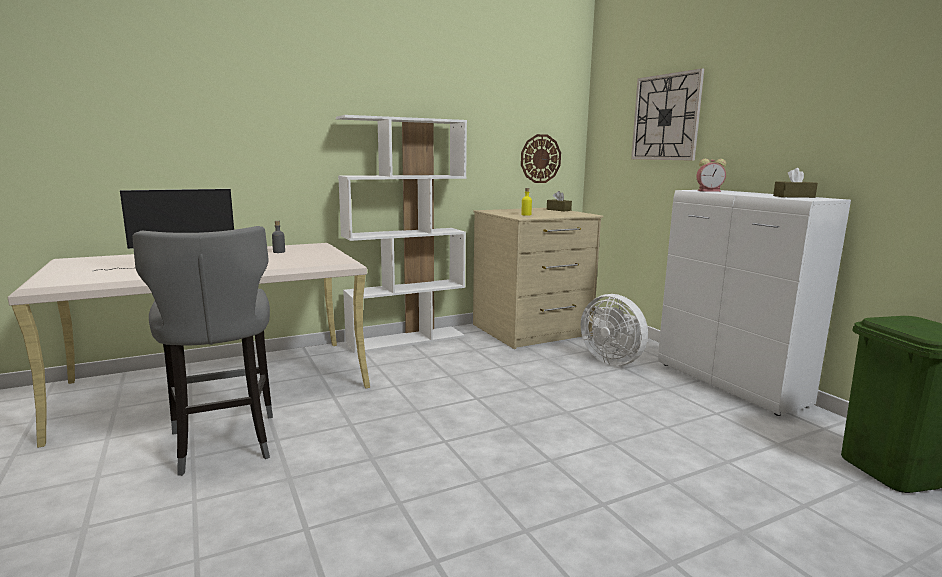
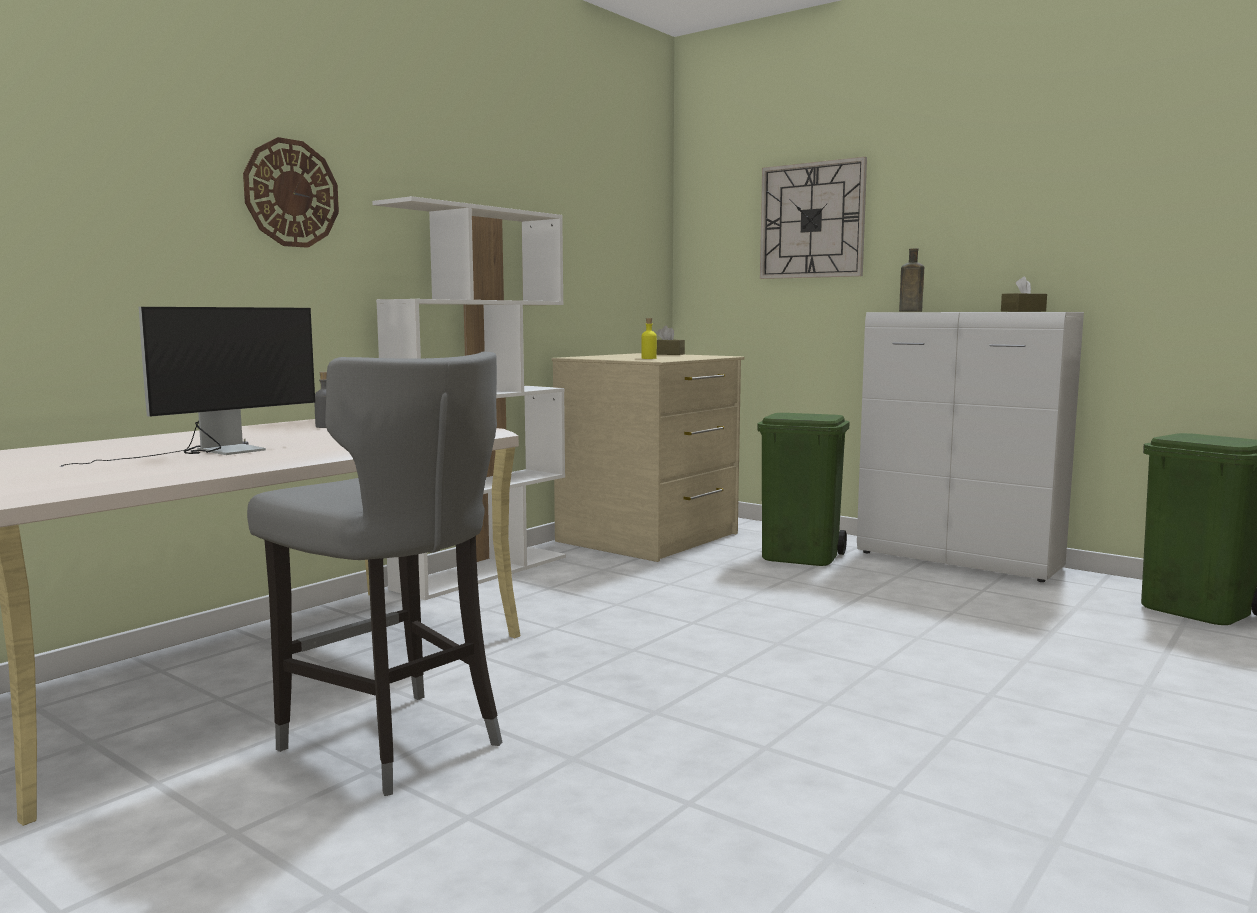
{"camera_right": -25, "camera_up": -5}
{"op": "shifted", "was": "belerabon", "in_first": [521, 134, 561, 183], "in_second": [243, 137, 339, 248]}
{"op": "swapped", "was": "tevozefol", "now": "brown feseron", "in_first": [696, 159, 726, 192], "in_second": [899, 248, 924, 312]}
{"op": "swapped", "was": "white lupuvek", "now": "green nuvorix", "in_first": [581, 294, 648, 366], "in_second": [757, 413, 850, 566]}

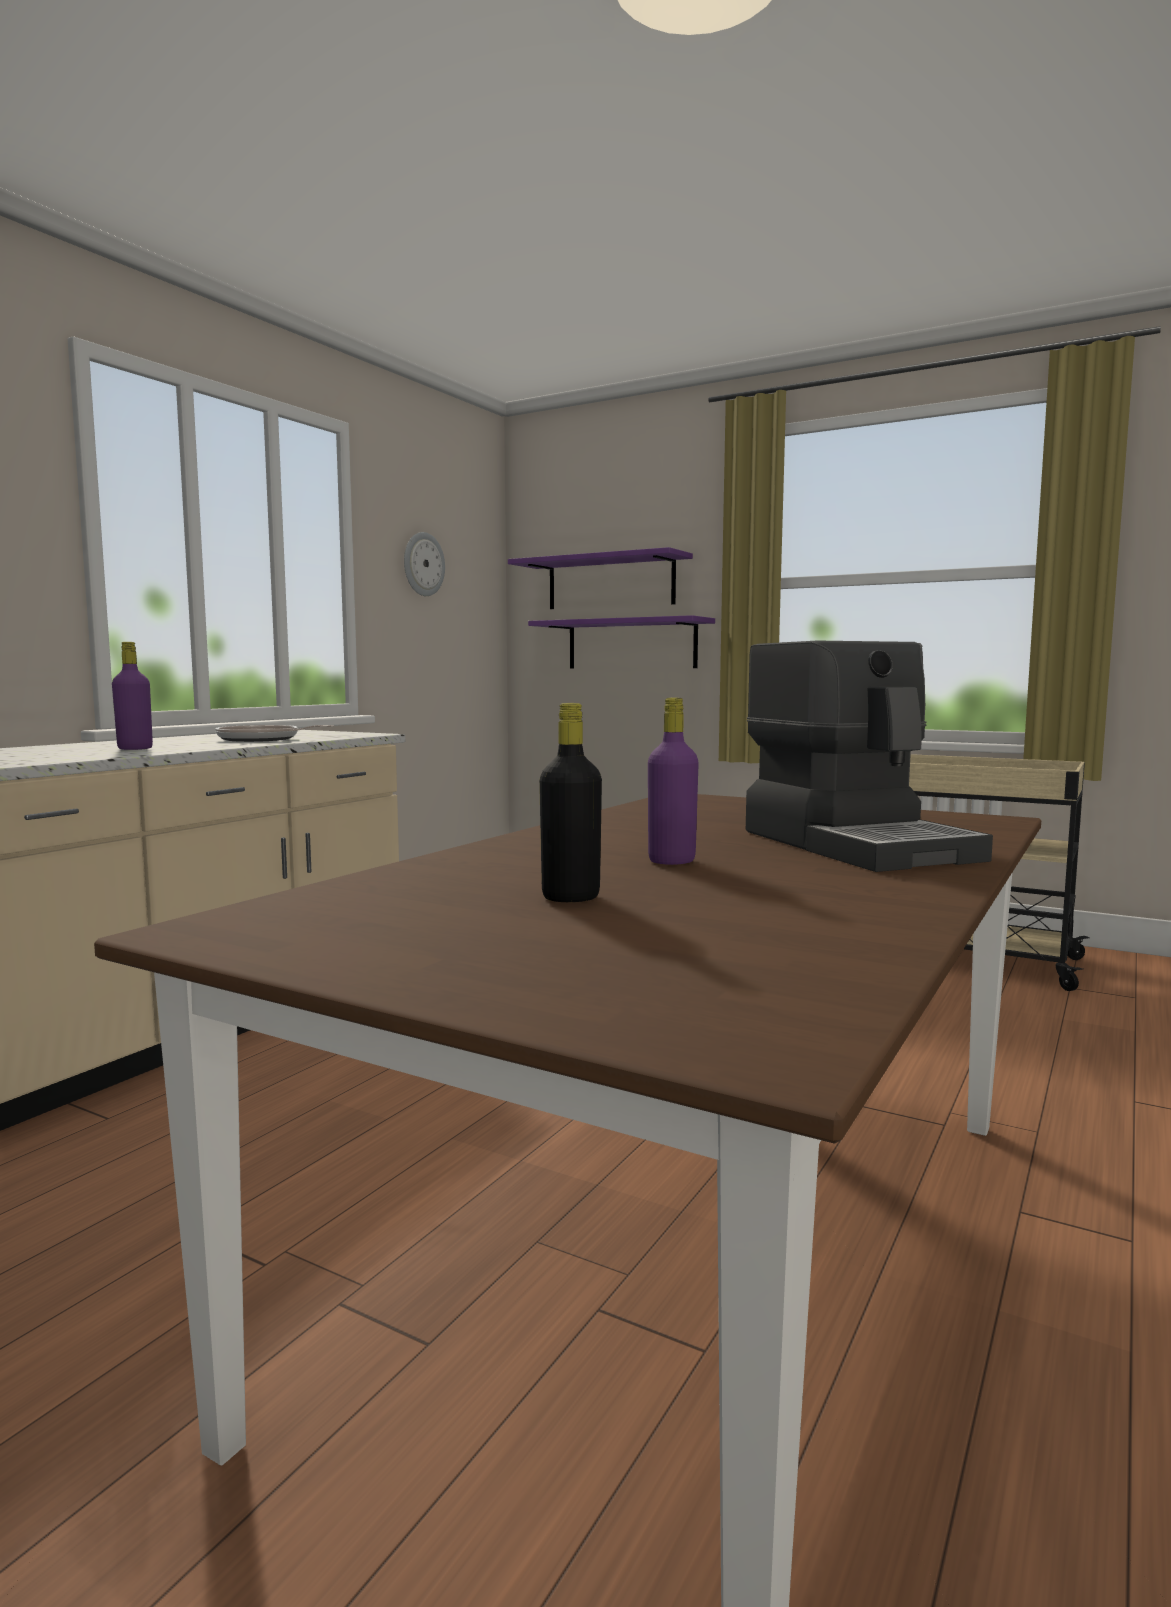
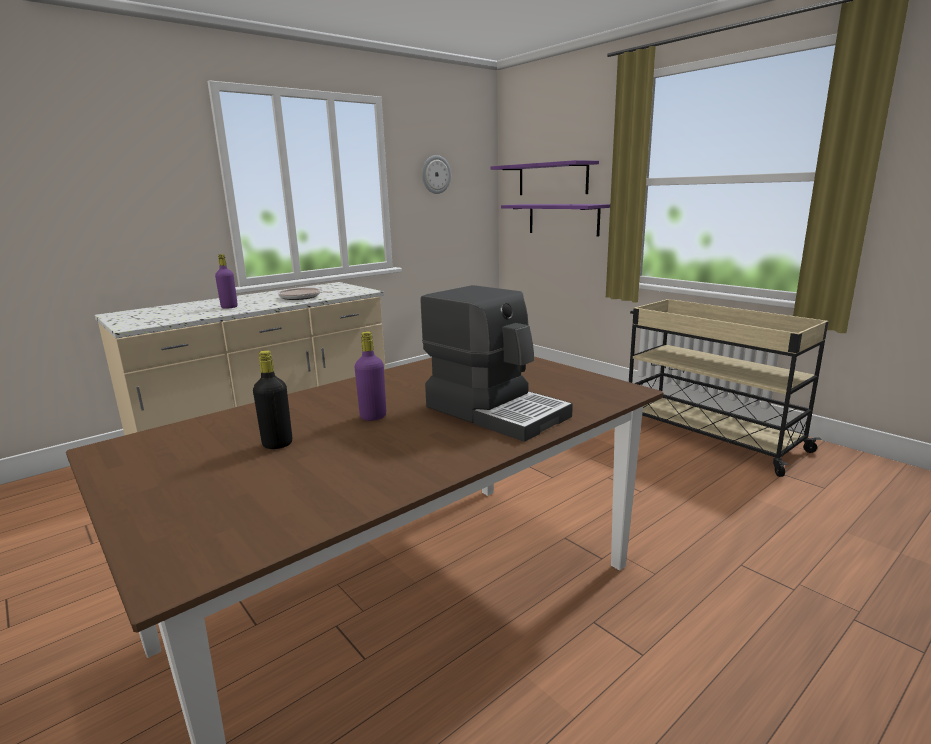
{"camera_right": 20, "camera_up": 10}
{"op": "rotated", "was": "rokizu", "in_first": [746, 641, 993, 872], "in_second": [421, 285, 573, 442], "clockwise": -45}

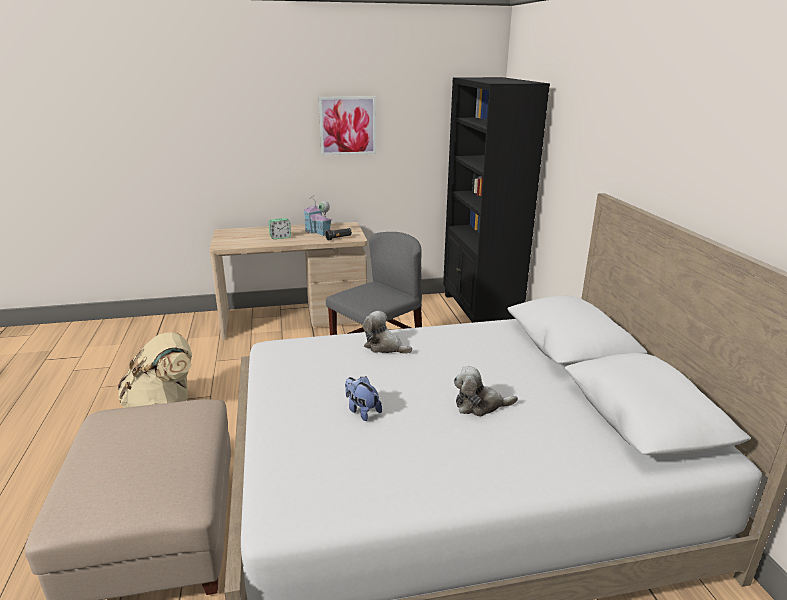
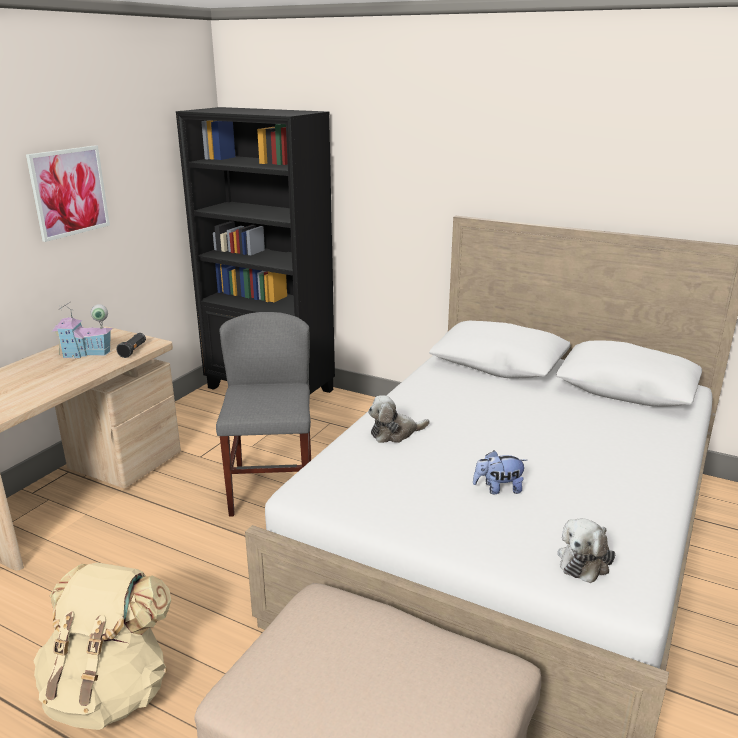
{"camera_right": -50, "camera_up": 0}
{"op": "gone", "was": "tevozefol", "in_first": [269, 218, 291, 239]}
{"op": "shifted", "was": "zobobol", "in_first": [453, 366, 518, 417], "in_second": [557, 518, 615, 583]}

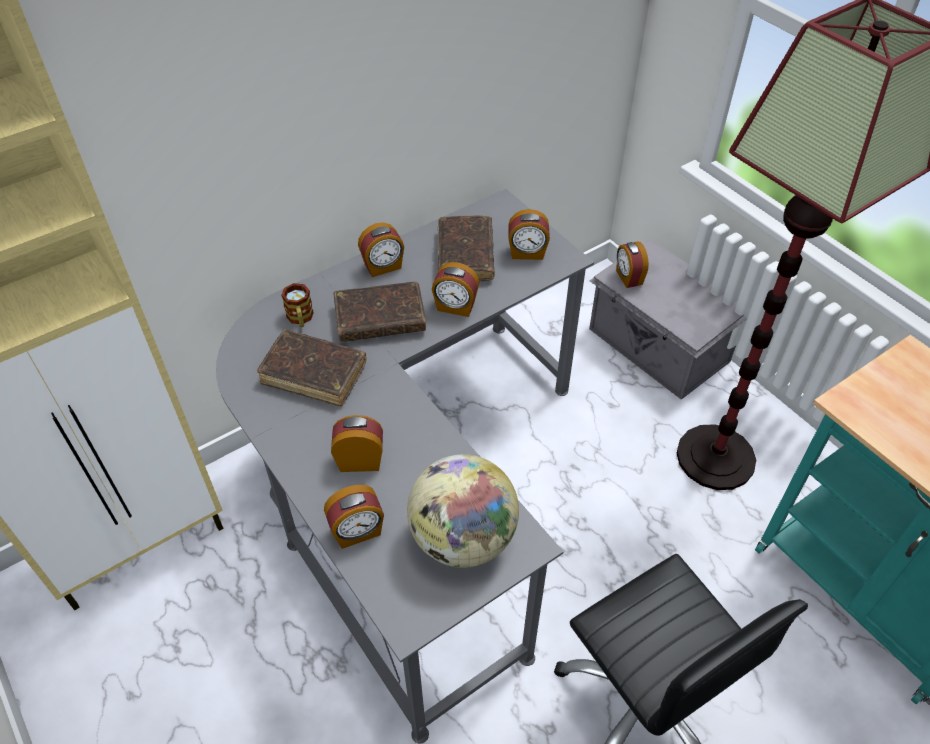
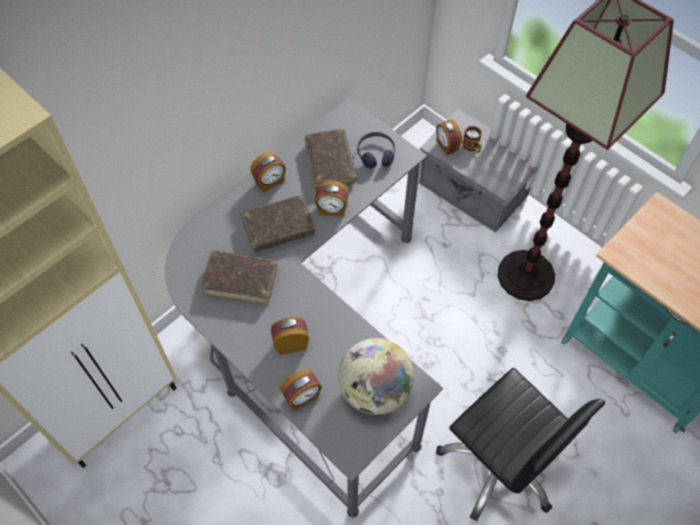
{"camera_right": -10, "camera_up": 10}
{"op": "swapped", "was": "tevozefol", "now": "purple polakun", "in_first": [508, 209, 550, 260], "in_second": [357, 132, 395, 169]}
{"op": "shifted", "was": "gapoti", "in_first": [281, 283, 314, 327], "in_second": [462, 126, 482, 153]}

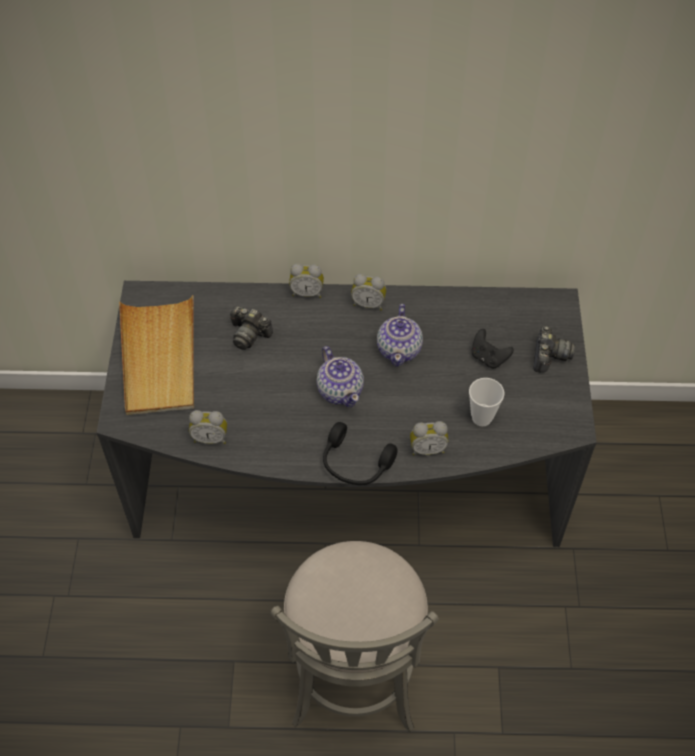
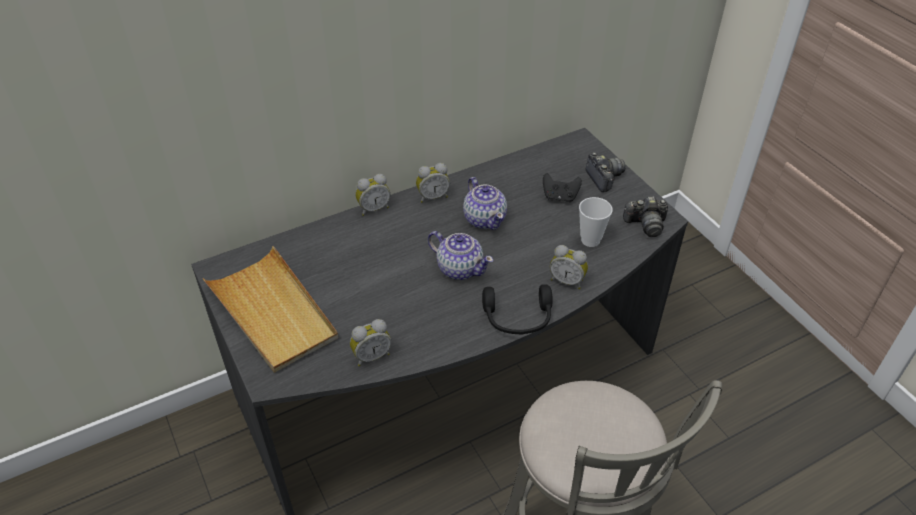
{"camera_right": -30, "camera_up": -10}
{"op": "shifted", "was": "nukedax", "in_first": [230, 306, 273, 350], "in_second": [623, 196, 668, 237]}
{"op": "rotated", "was": "tevozefol", "in_first": [410, 421, 449, 456], "in_second": [550, 245, 588, 290], "clockwise": 60}

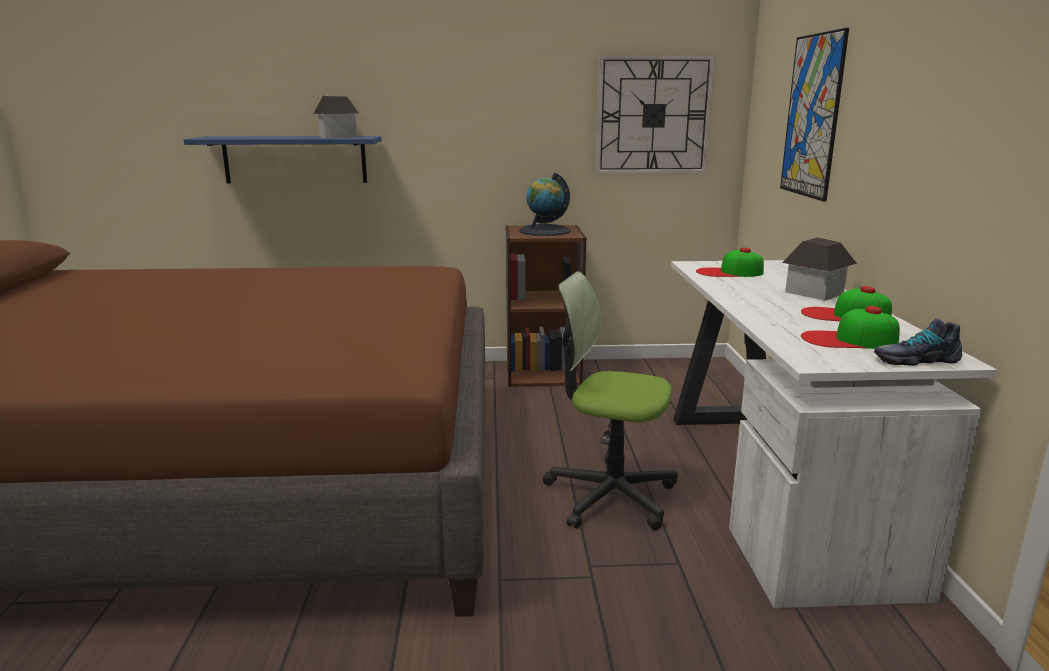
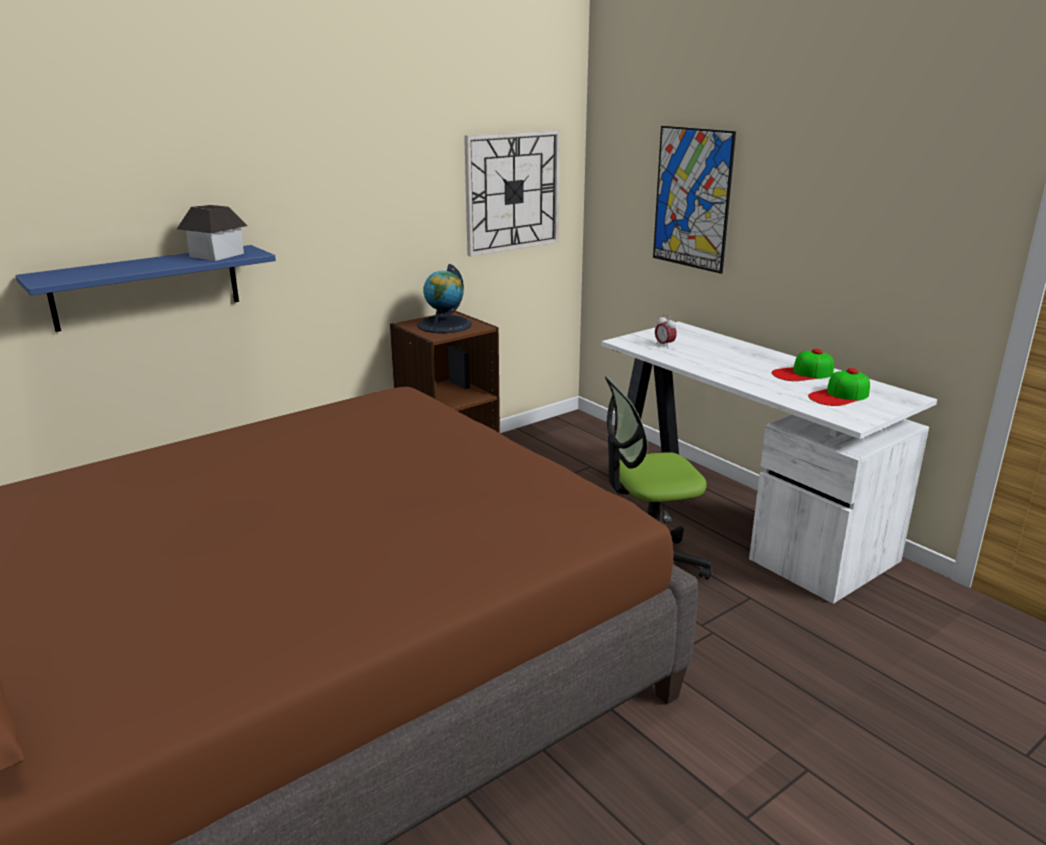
{"camera_right": -35, "camera_up": 5}
{"op": "gone", "was": "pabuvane", "in_first": [782, 237, 857, 300]}
{"op": "swapped", "was": "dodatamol", "now": "tevozefol", "in_first": [696, 248, 764, 277], "in_second": [655, 314, 677, 348]}
{"op": "gone", "was": "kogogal", "in_first": [874, 319, 962, 366]}

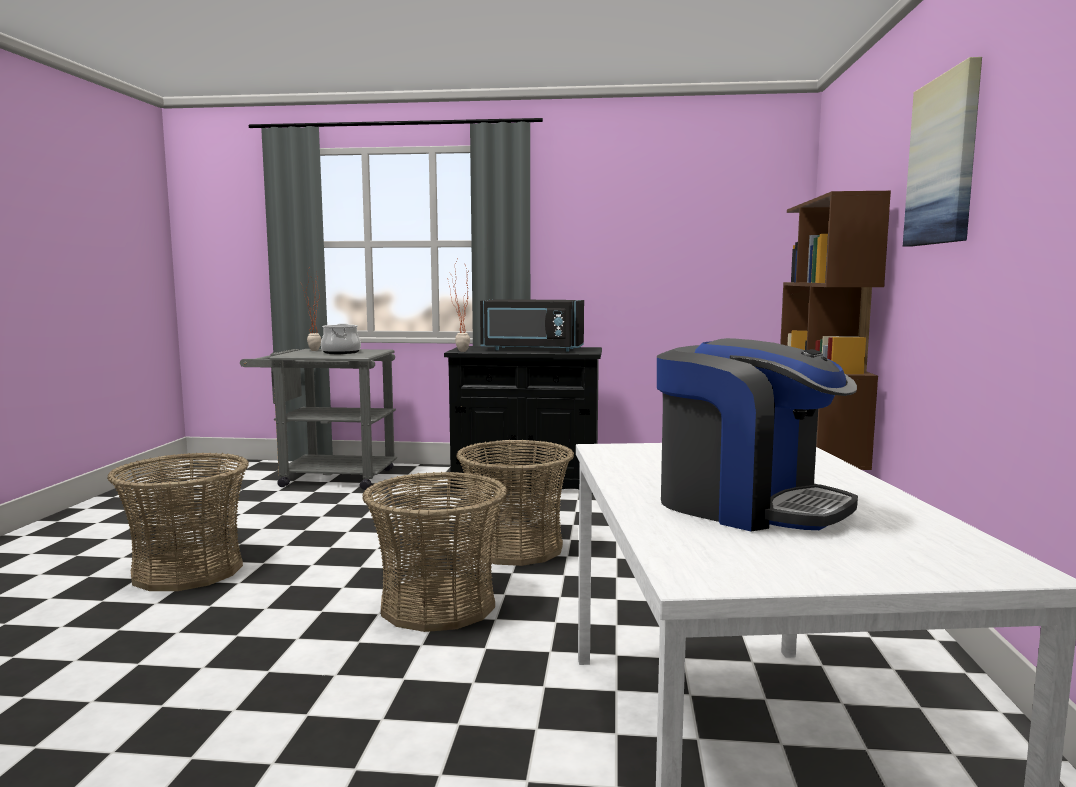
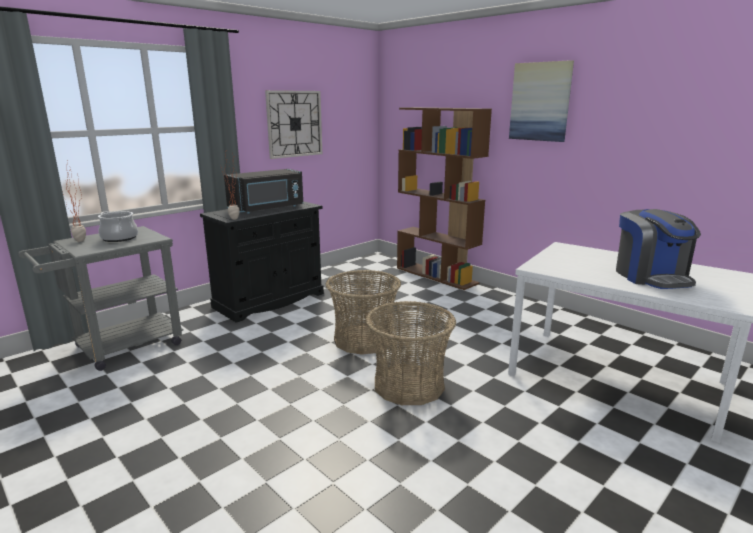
{"camera_right": -50, "camera_up": 10}
{"op": "rotated", "was": "rokizu", "in_first": [657, 338, 858, 532], "in_second": [616, 209, 701, 289], "clockwise": 90}
{"op": "gone", "was": "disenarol", "in_first": [107, 452, 249, 591]}
{"op": "new", "now": "belerabon", "in_second": [265, 90, 322, 159]}

